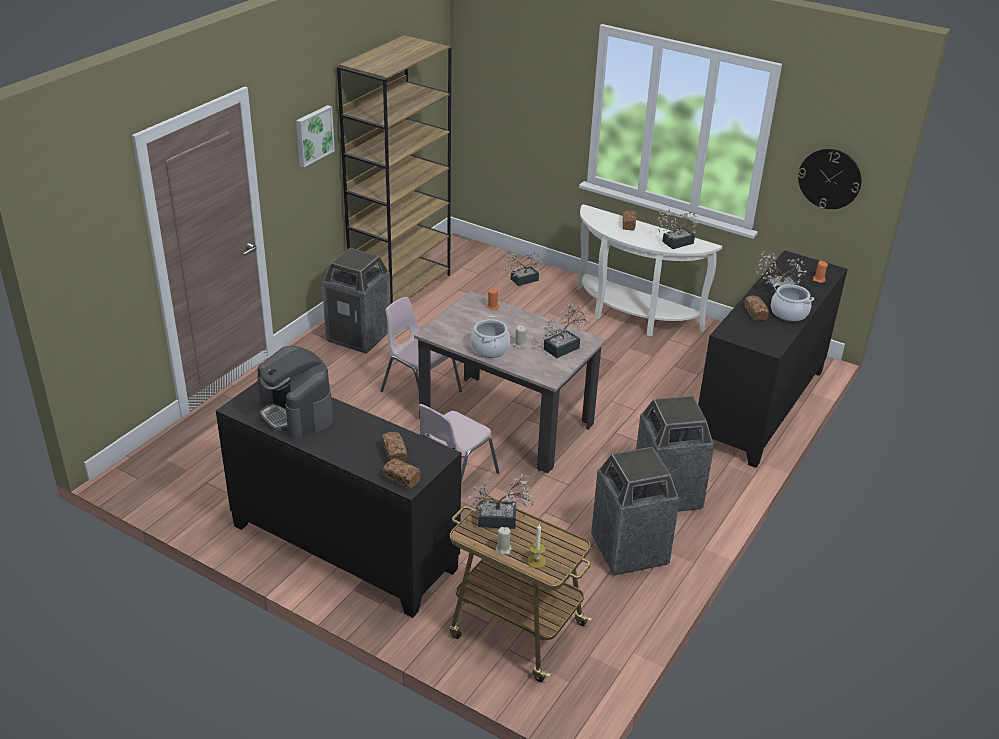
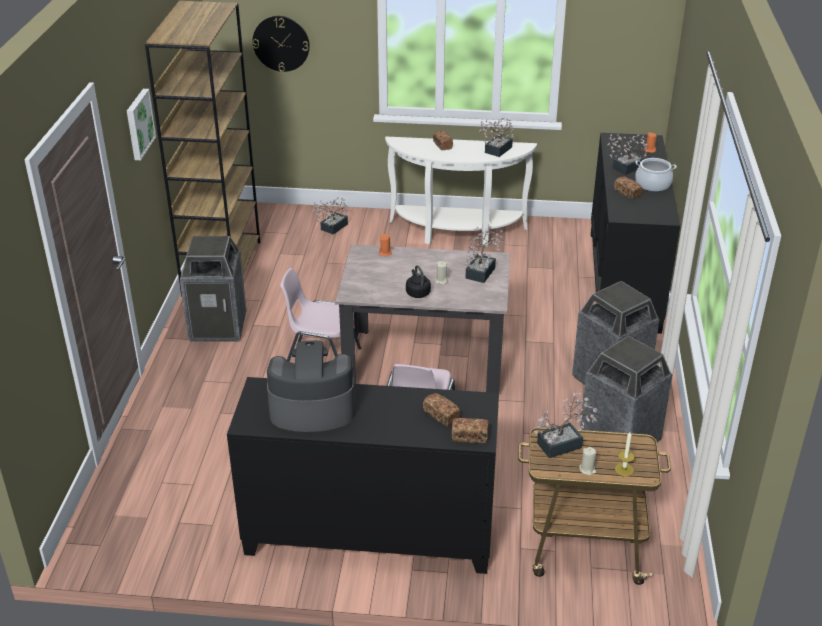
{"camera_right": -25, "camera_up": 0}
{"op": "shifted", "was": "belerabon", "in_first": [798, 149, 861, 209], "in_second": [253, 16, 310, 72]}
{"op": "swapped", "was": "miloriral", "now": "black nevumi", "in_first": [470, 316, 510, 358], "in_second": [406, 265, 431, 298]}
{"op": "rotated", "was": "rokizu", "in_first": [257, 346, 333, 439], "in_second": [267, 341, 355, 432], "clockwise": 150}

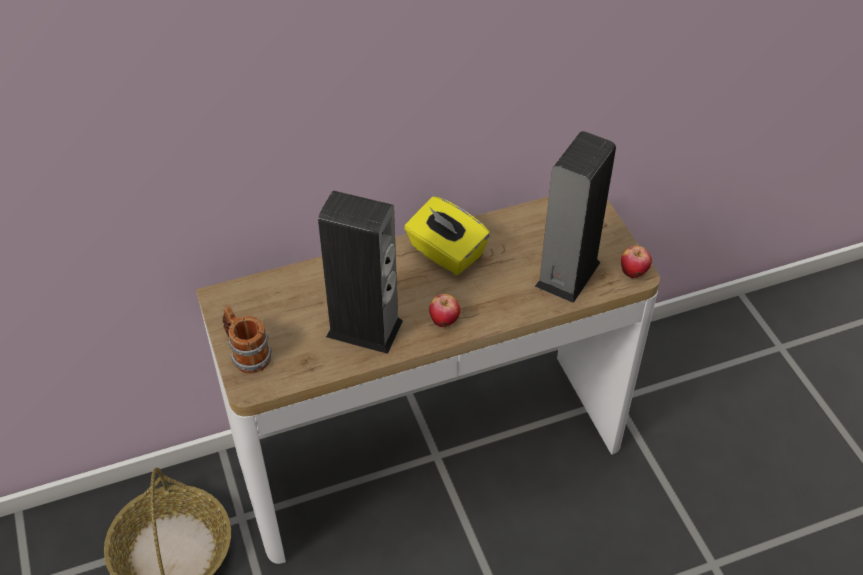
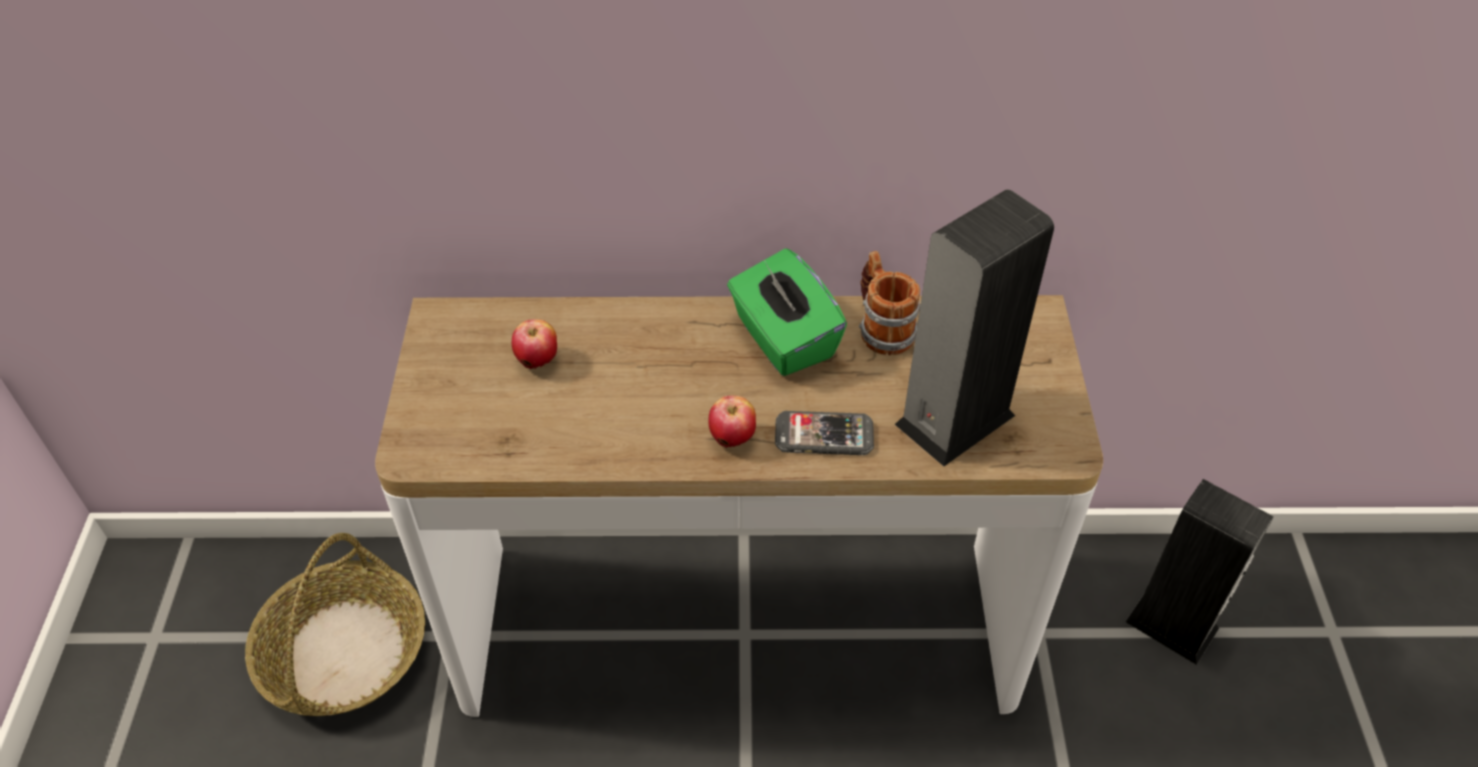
{"camera_right": 20, "camera_up": 0}
{"op": "shifted", "was": "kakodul", "in_first": [318, 191, 403, 354], "in_second": [1125, 479, 1274, 665]}
{"op": "repainted", "was": "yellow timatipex", "now": "green timatipex", "in_first": [404, 196, 490, 276], "in_second": [727, 248, 847, 376]}
{"op": "shifted", "was": "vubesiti", "in_first": [621, 246, 652, 278], "in_second": [512, 319, 557, 369]}
{"op": "shifted", "was": "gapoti", "in_first": [223, 306, 272, 374], "in_second": [859, 251, 921, 355]}
{"op": "new", "now": "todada", "in_second": [775, 411, 874, 455]}

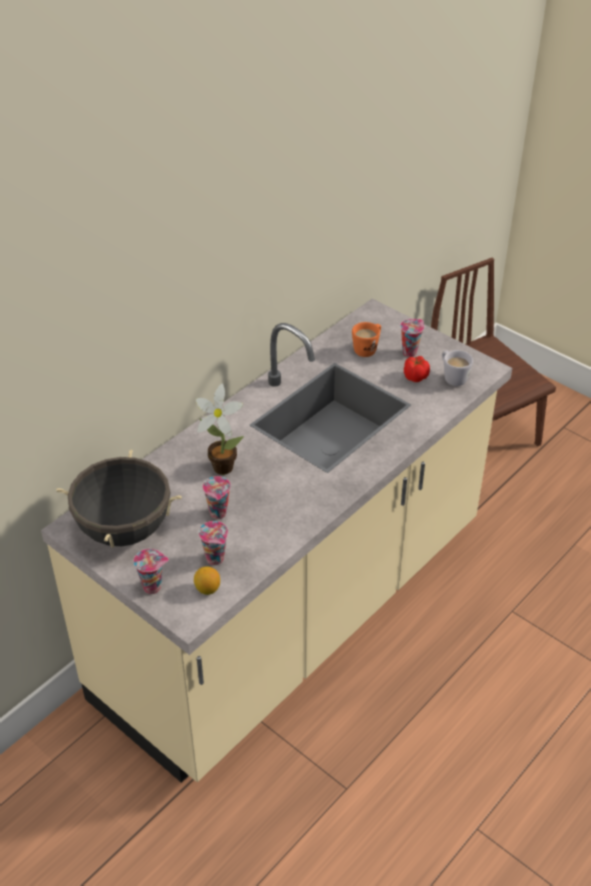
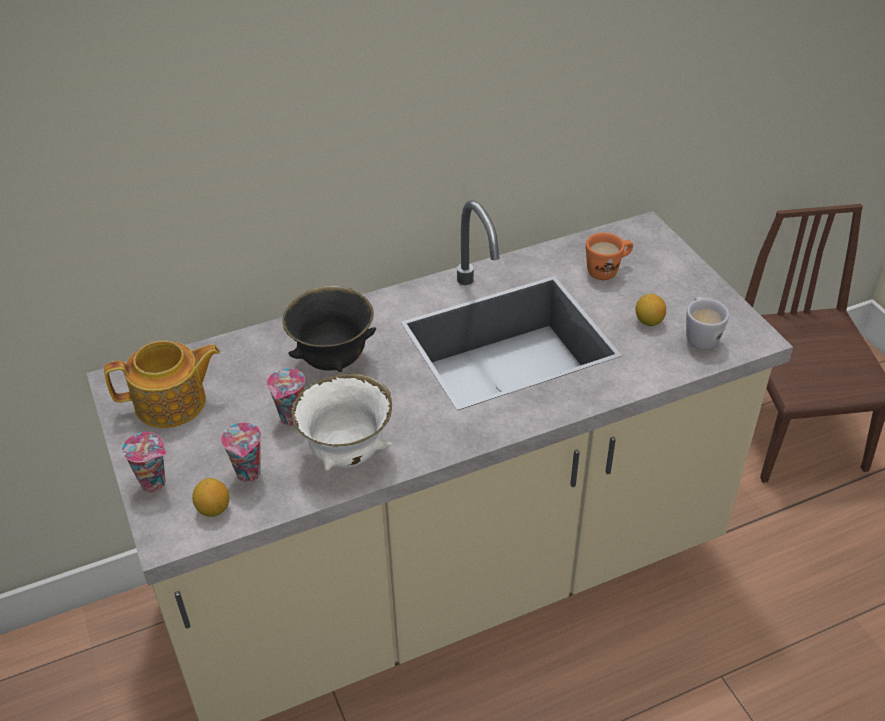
{"camera_right": 25, "camera_up": 0}
{"op": "gone", "was": "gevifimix", "in_first": [400, 319, 424, 357]}
{"op": "swapped", "was": "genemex", "now": "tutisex", "in_first": [404, 356, 430, 382], "in_second": [636, 294, 666, 326]}
{"op": "swapped", "was": "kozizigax", "now": "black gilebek", "in_first": [196, 383, 244, 475], "in_second": [282, 286, 377, 372]}
{"op": "swapped", "was": "black miloriral", "now": "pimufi", "in_first": [56, 449, 182, 548], "in_second": [104, 341, 220, 428]}
{"op": "new", "now": "white gilebek", "in_second": [291, 373, 392, 471]}

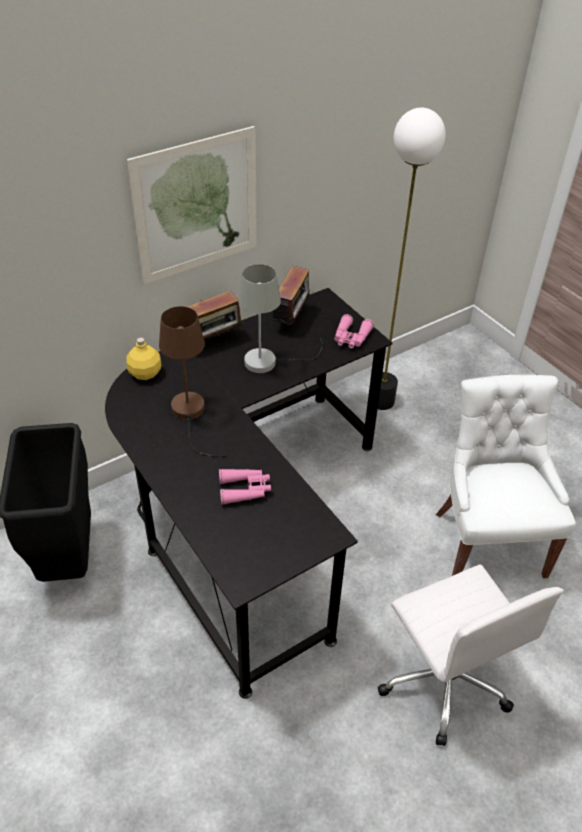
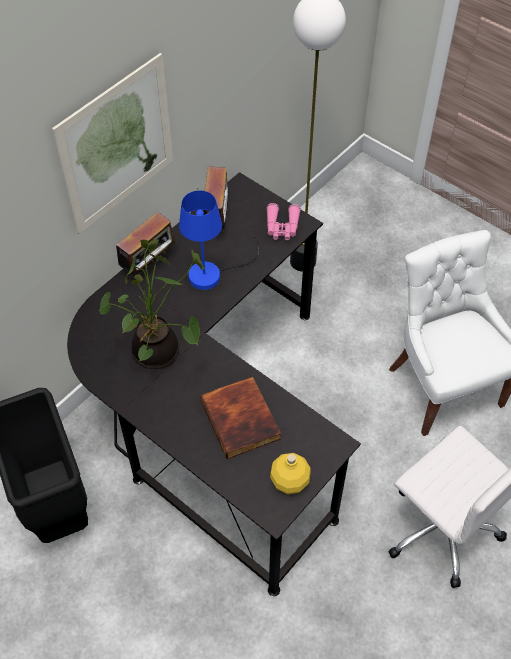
{"camera_right": -15, "camera_up": 10}
{"op": "repainted", "was": "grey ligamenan", "now": "blue ligamenan", "in_first": [238, 264, 323, 373], "in_second": [179, 191, 259, 290]}
{"op": "swapped", "was": "brown ligamenan", "now": "kozizigax", "in_first": [159, 306, 229, 457], "in_second": [99, 239, 204, 369]}
{"op": "shifted", "was": "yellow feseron", "in_first": [126, 338, 161, 380], "in_second": [270, 453, 311, 494]}
{"op": "swapped", "was": "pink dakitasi", "now": "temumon", "in_first": [219, 469, 271, 505], "in_second": [200, 376, 281, 459]}

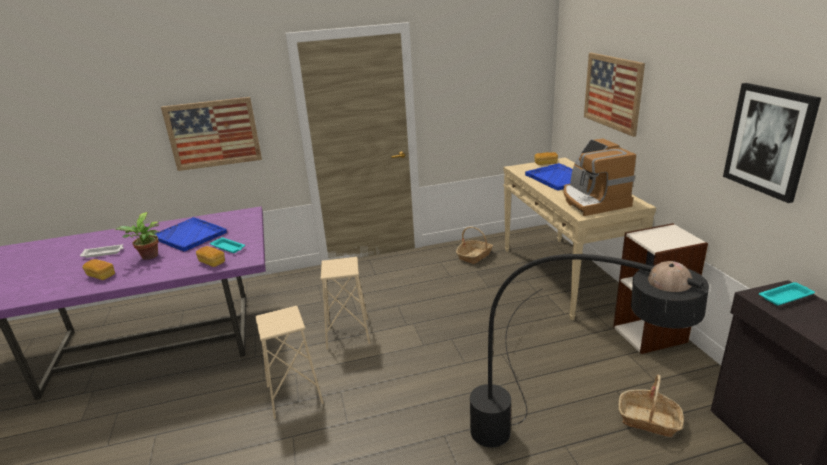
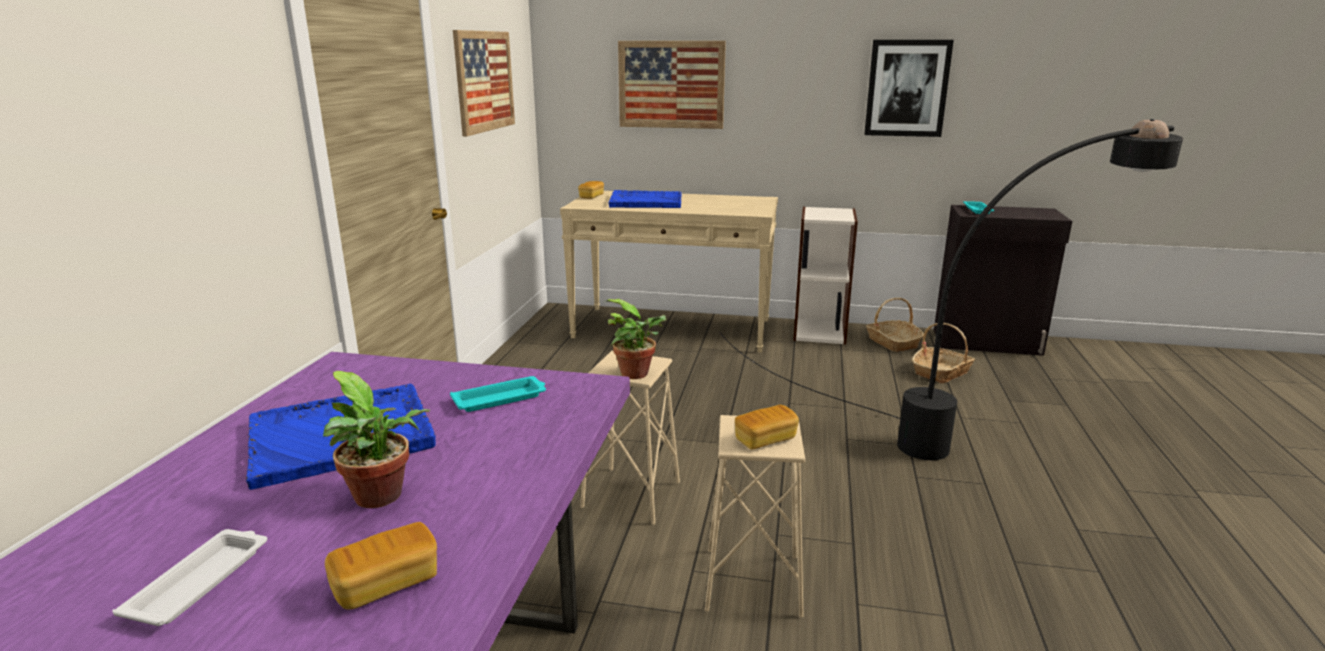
{"camera_right": -65, "camera_up": -5}
{"op": "shifted", "was": "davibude", "in_first": [161, 97, 262, 171], "in_second": [453, 30, 515, 137]}
{"op": "gone", "was": "rokizu", "in_first": [563, 139, 636, 216]}
{"op": "shifted", "was": "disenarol", "in_first": [456, 227, 493, 264], "in_second": [866, 298, 924, 352]}
{"op": "shifted", "was": "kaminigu", "in_first": [196, 246, 225, 267], "in_second": [735, 405, 799, 450]}
{"op": "new", "now": "kozizigax", "in_second": [606, 299, 667, 379]}

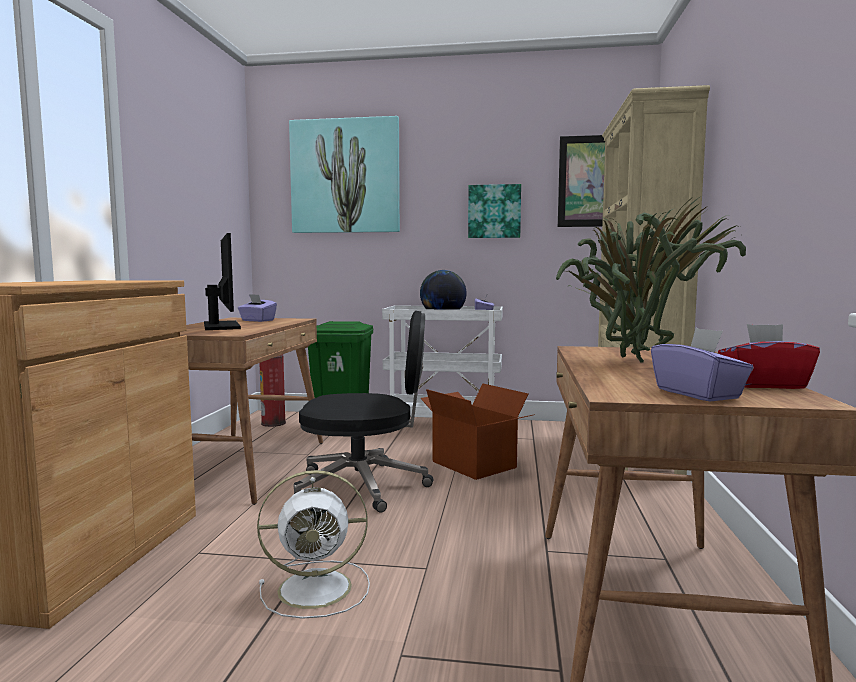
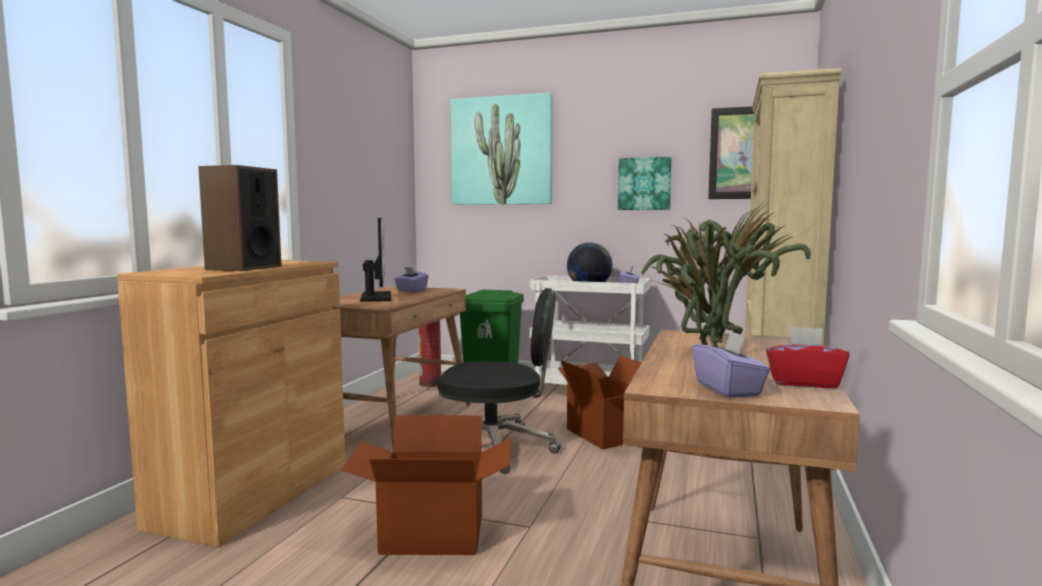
{"camera_right": 10, "camera_up": 0}
{"op": "swapped", "was": "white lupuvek", "now": "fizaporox", "in_first": [257, 470, 370, 619], "in_second": [341, 415, 511, 555]}
{"op": "new", "now": "kakodul", "in_second": [198, 165, 282, 271]}

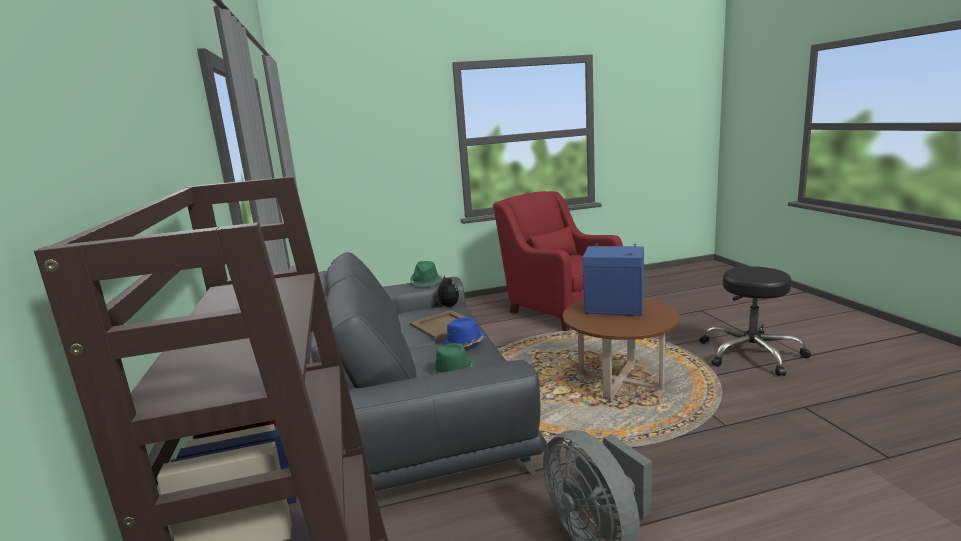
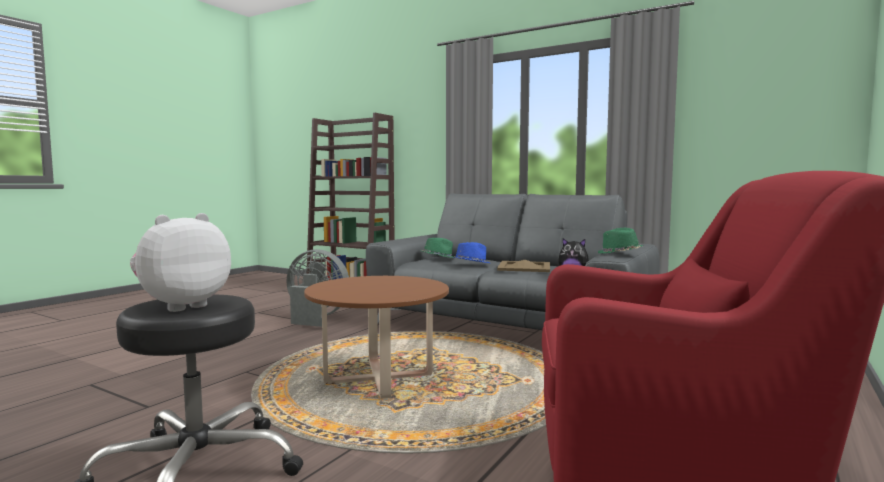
{"camera_right": 135, "camera_up": -10}
{"op": "gone", "was": "blue kakodul", "in_first": [582, 244, 644, 316]}
{"op": "new", "now": "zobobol", "in_second": [130, 213, 231, 312]}

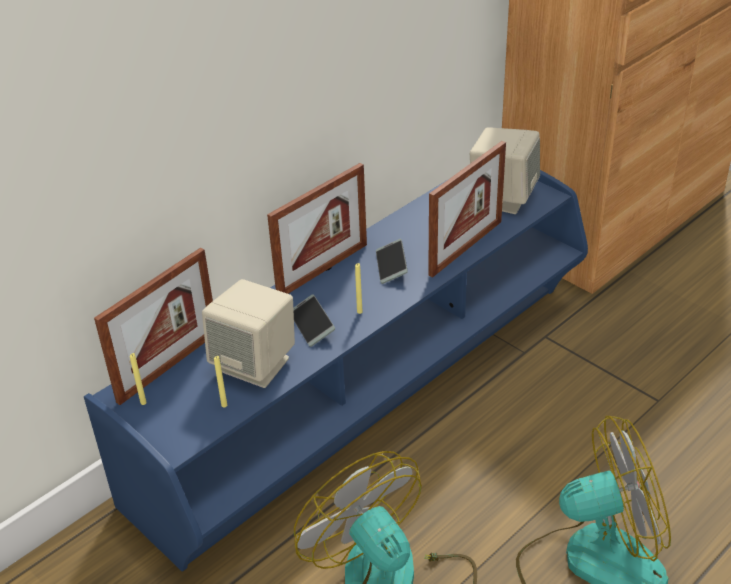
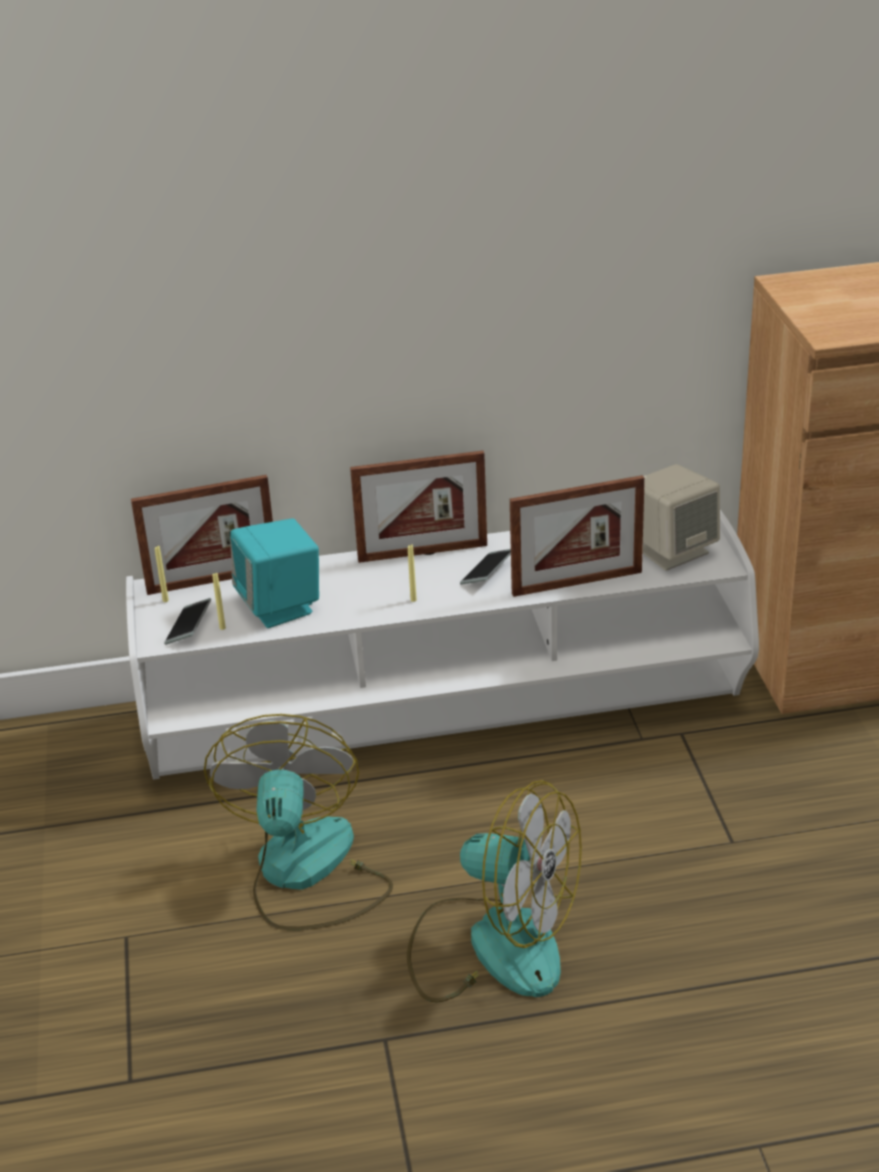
{"camera_right": 35, "camera_up": -5}
{"op": "repainted", "was": "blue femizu", "now": "white femizu", "in_first": [84, 170, 588, 572], "in_second": [126, 510, 759, 780]}
{"op": "repainted", "was": "beige kakodul", "now": "turquoise kakodul", "in_first": [202, 279, 295, 388], "in_second": [230, 519, 319, 628]}
{"op": "shifted", "was": "todada", "in_first": [293, 294, 335, 347], "in_second": [164, 598, 211, 645]}

